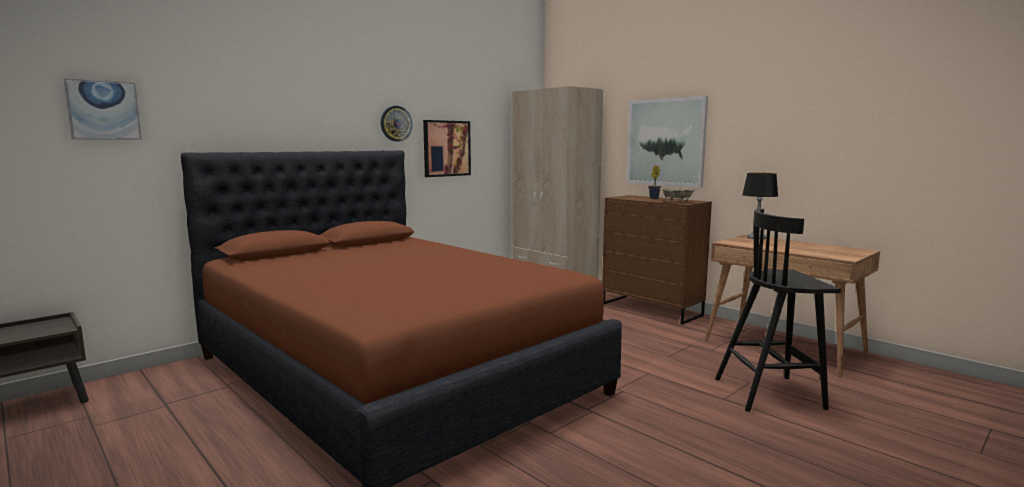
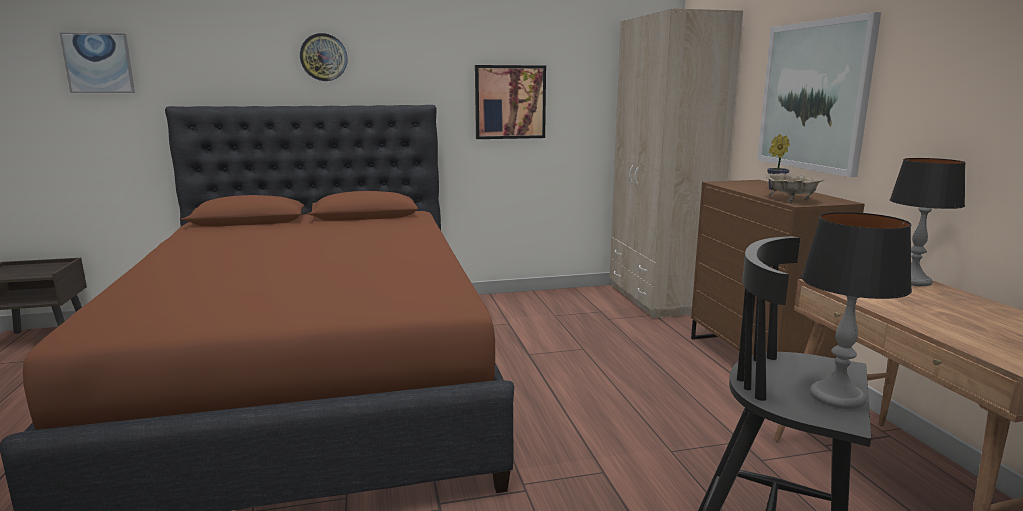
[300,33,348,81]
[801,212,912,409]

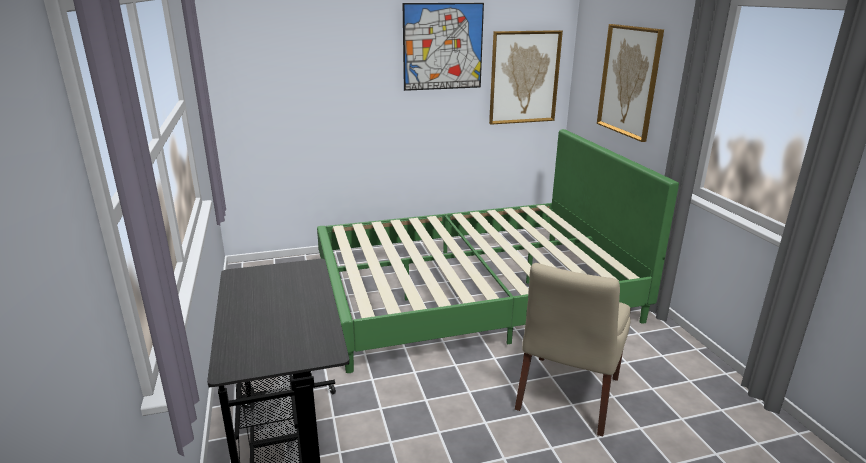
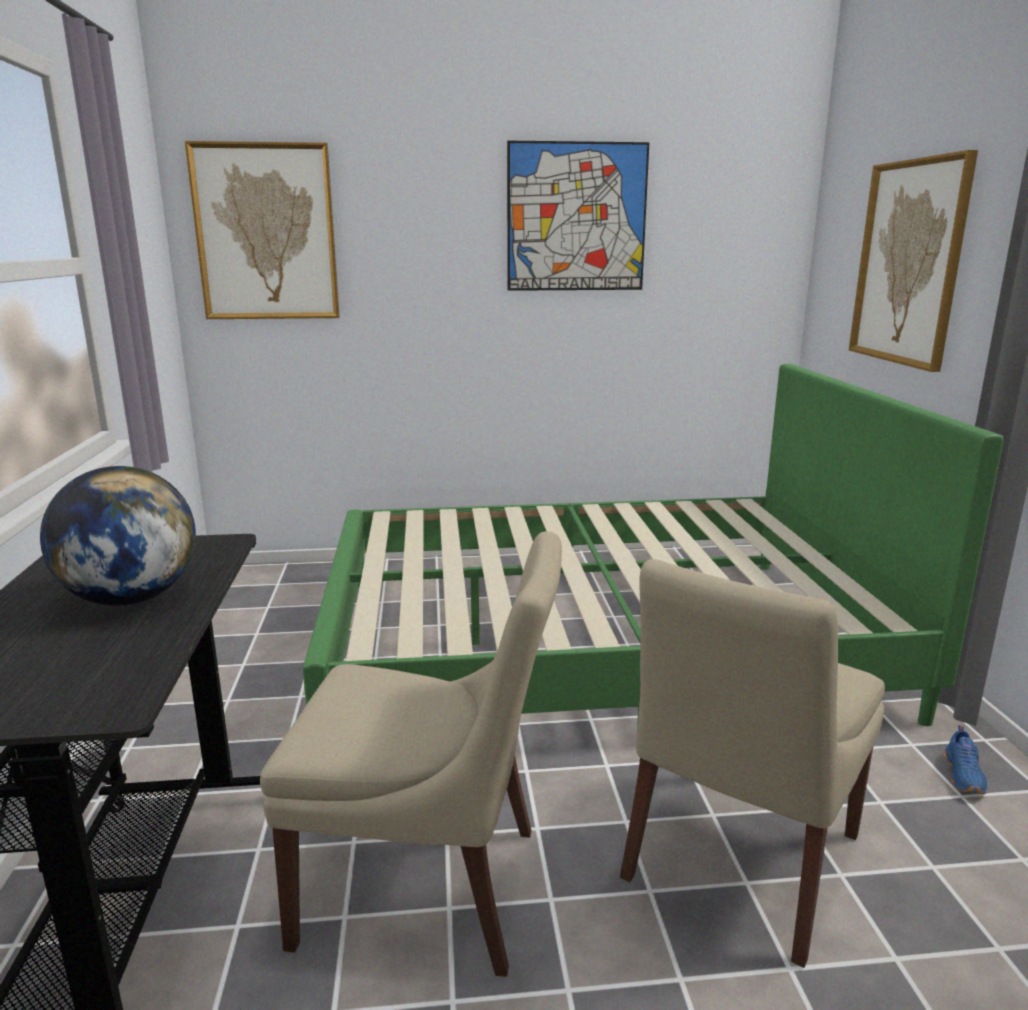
[185,141,340,319]
[40,466,196,606]
[260,531,562,977]
[943,725,987,794]

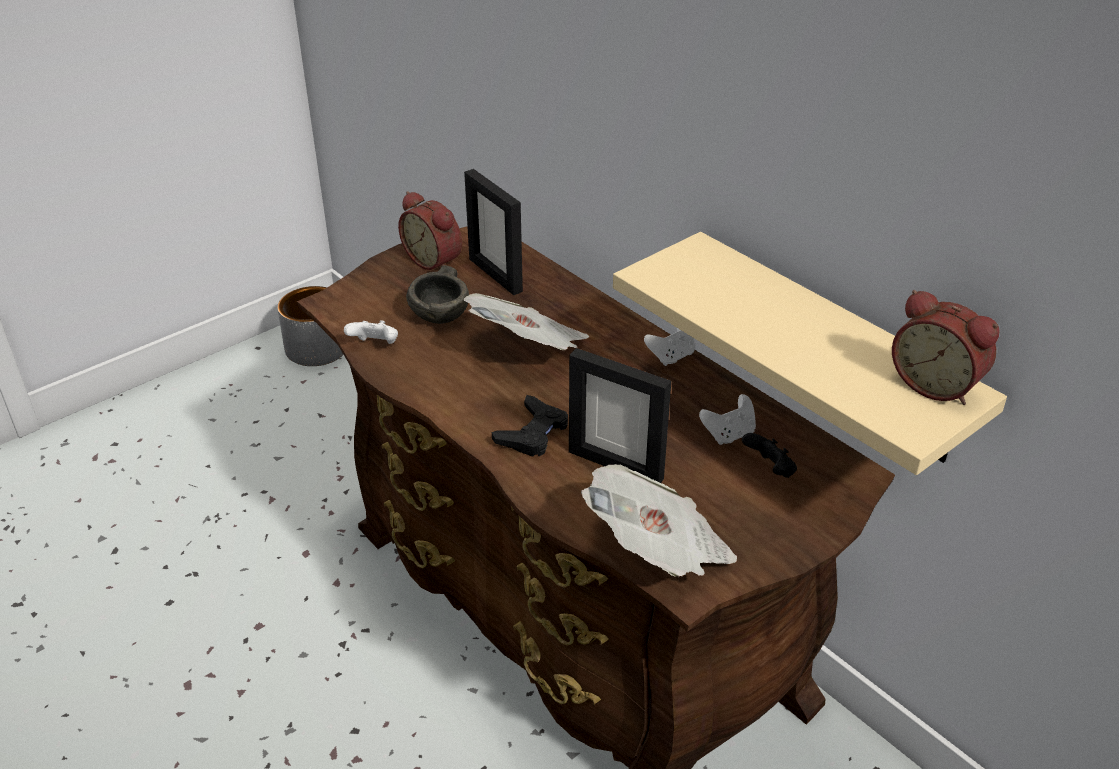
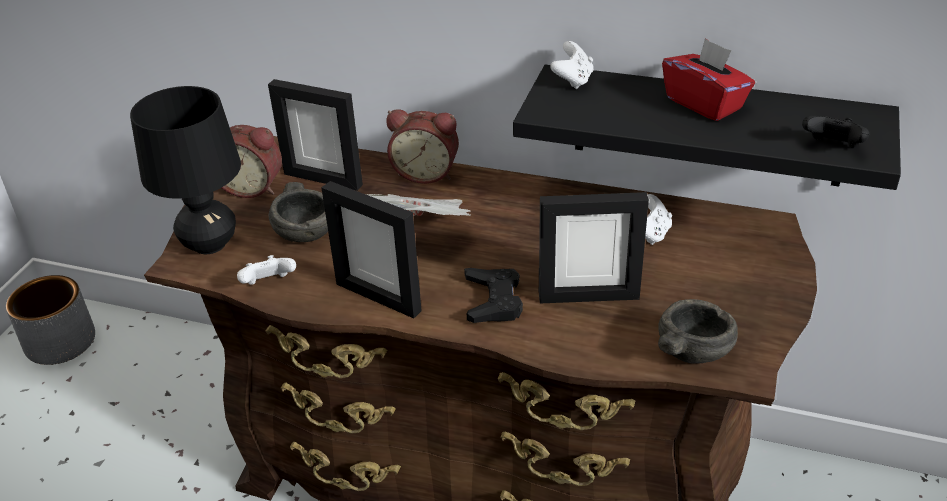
[513,65,901,190]
[387,109,459,184]
[550,41,593,89]
[802,116,869,148]
[658,299,738,364]
[662,38,755,121]
[130,86,241,254]
[321,181,422,318]

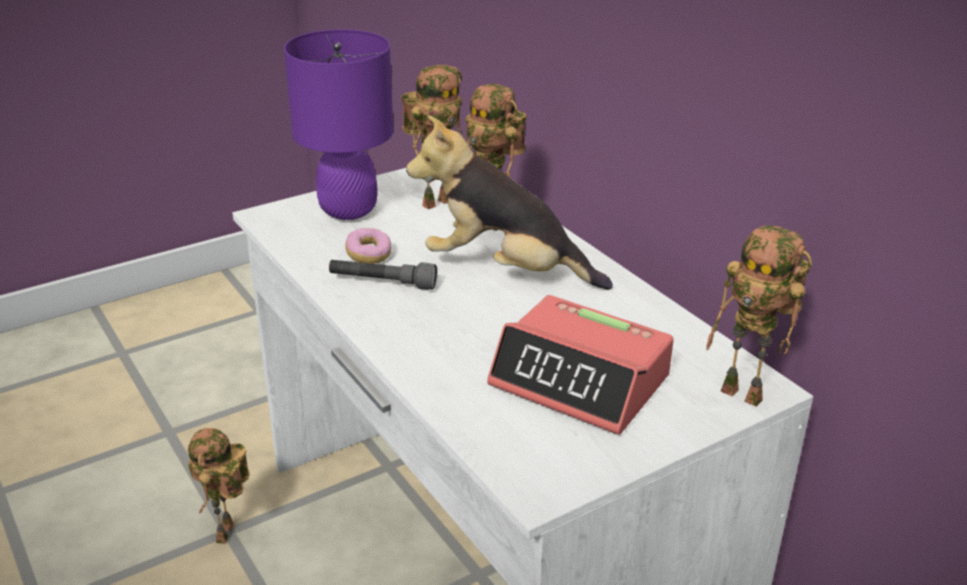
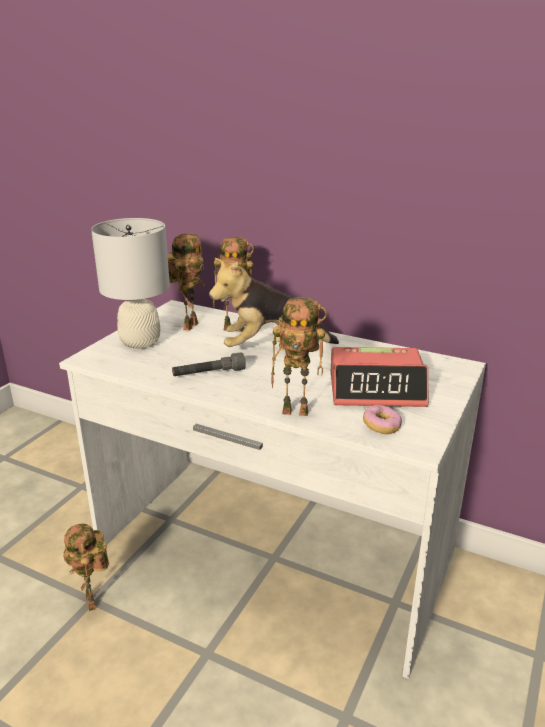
[91,218,170,349]
[271,297,327,416]
[363,405,402,434]

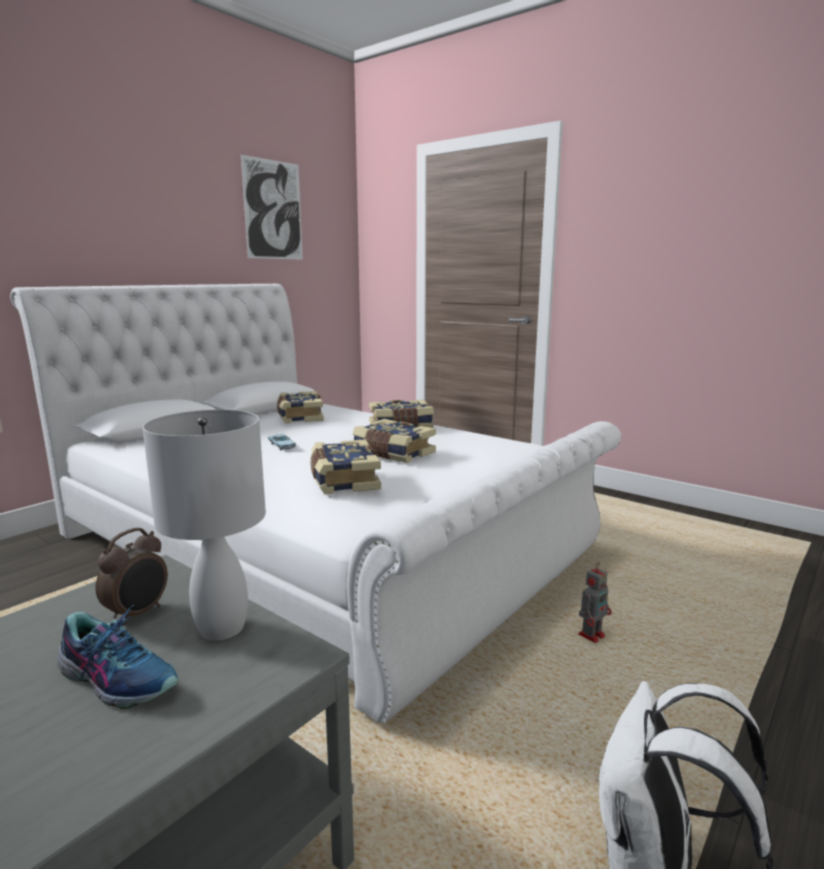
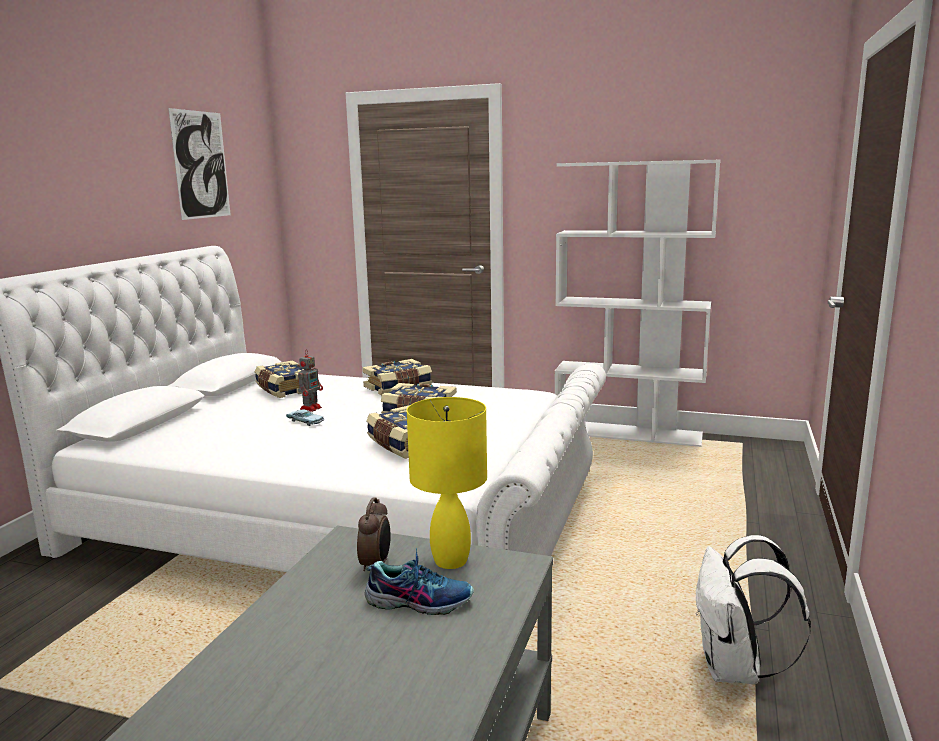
[407,397,487,569]
[298,350,323,412]
[555,160,721,447]

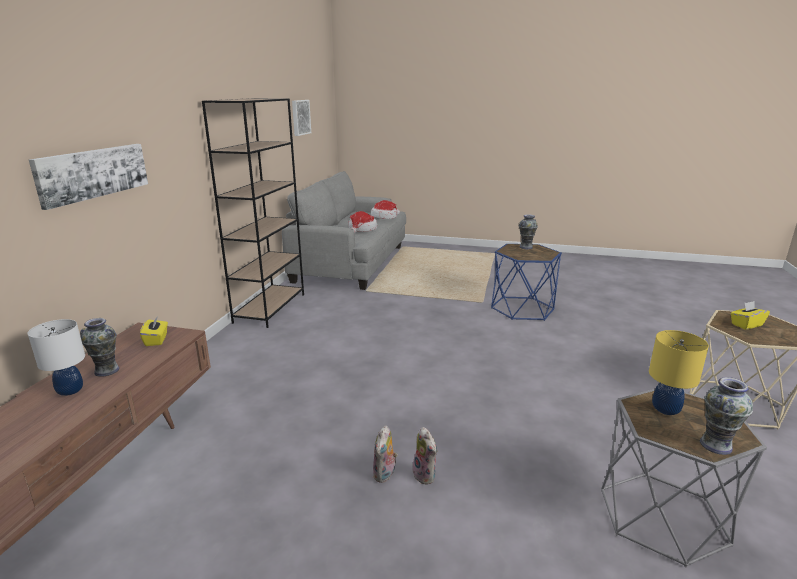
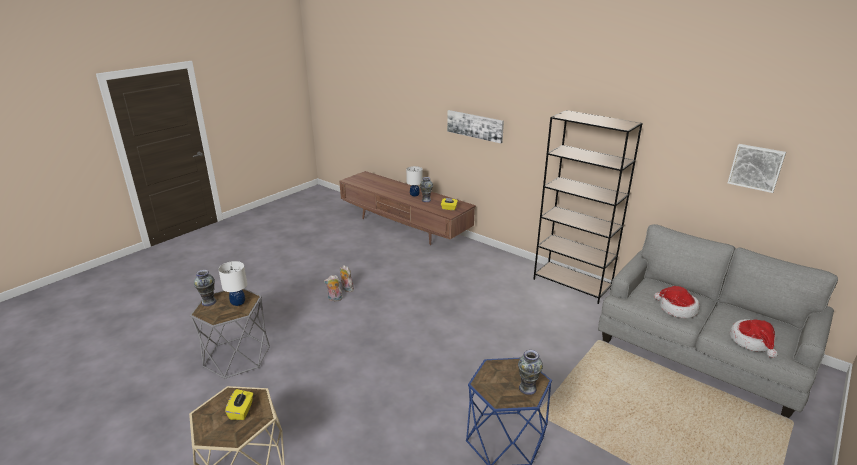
[218,261,247,306]

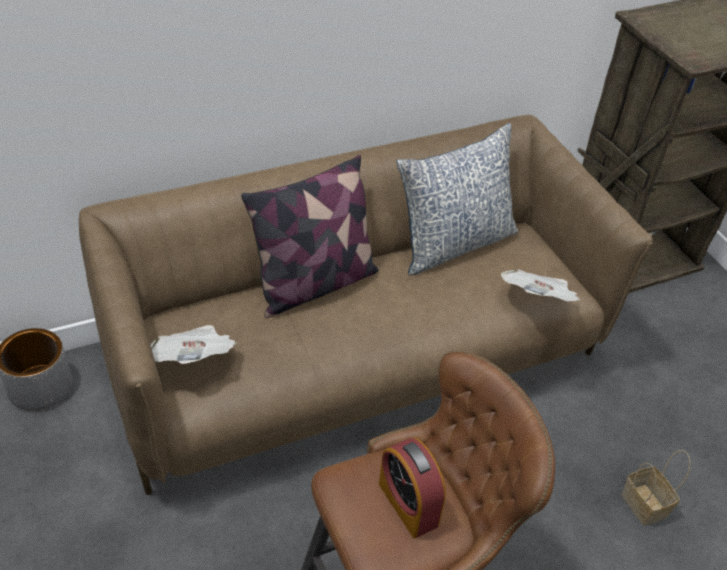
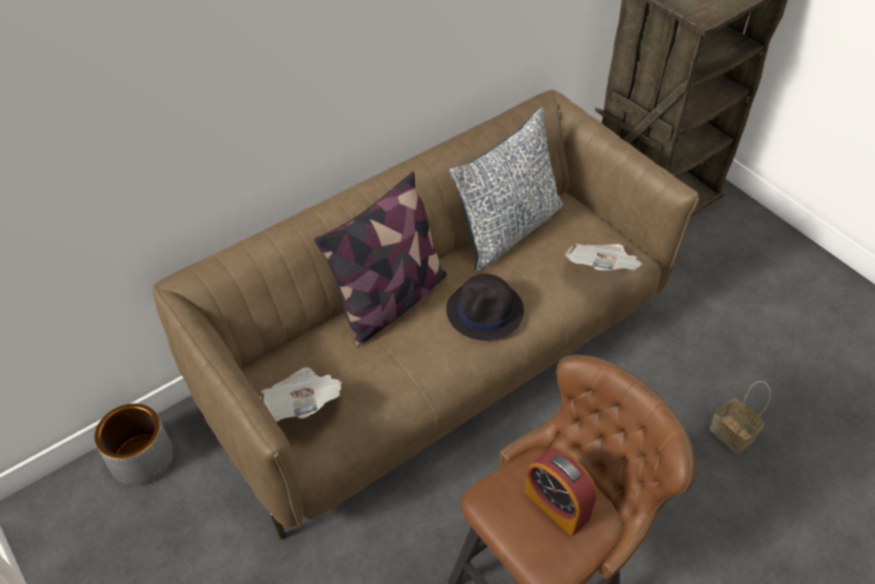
[446,274,524,341]

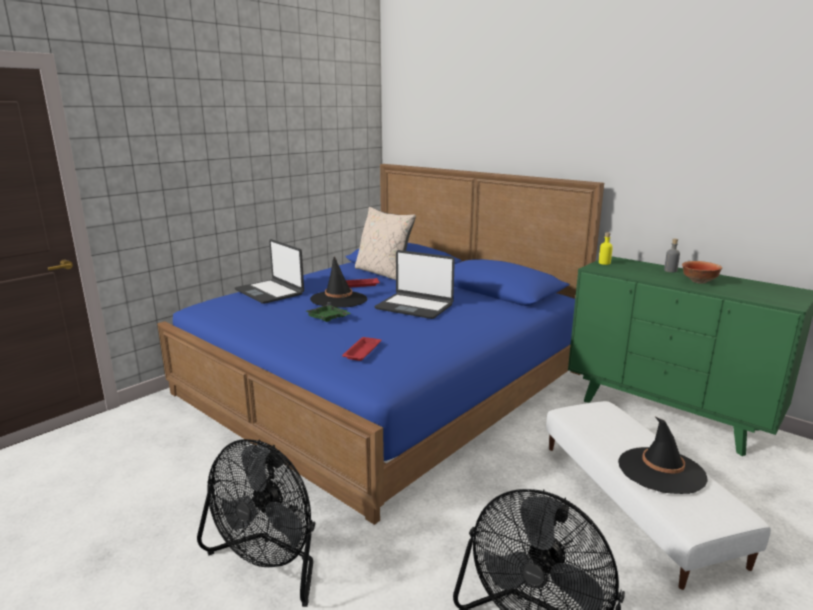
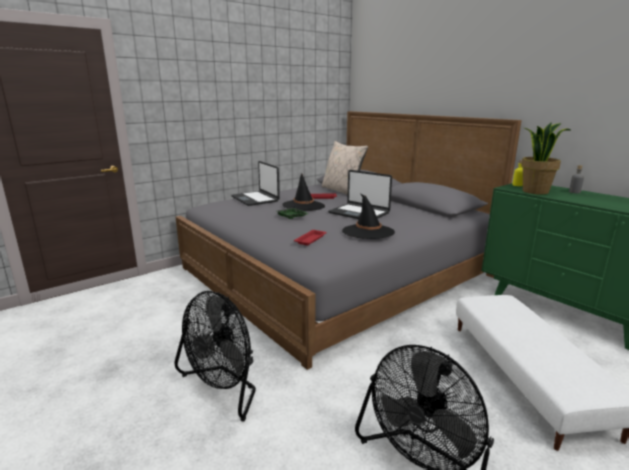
[175,111,522,370]
[682,261,722,284] (first image)
[342,194,395,239]
[521,122,571,195]

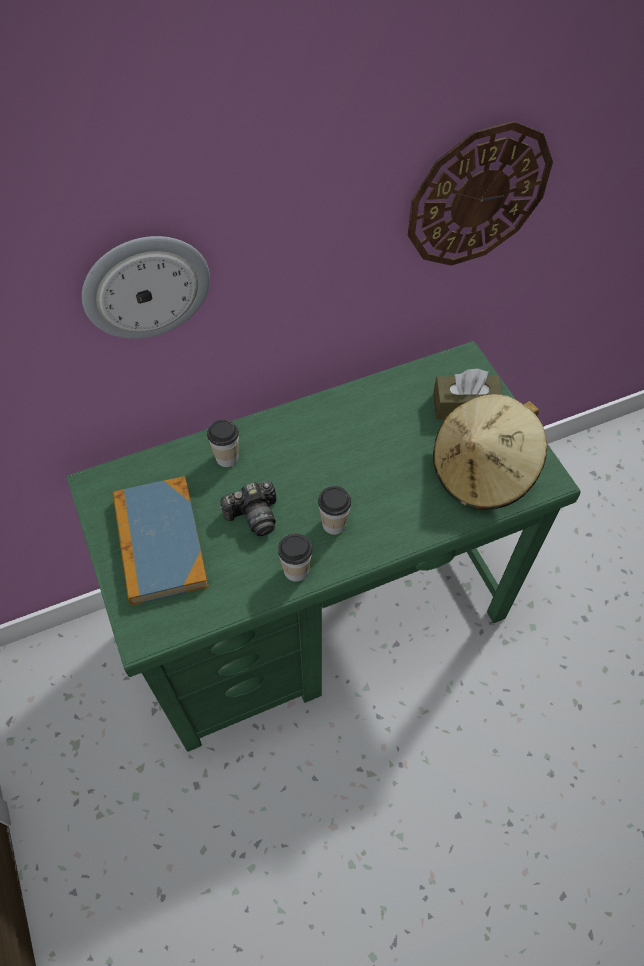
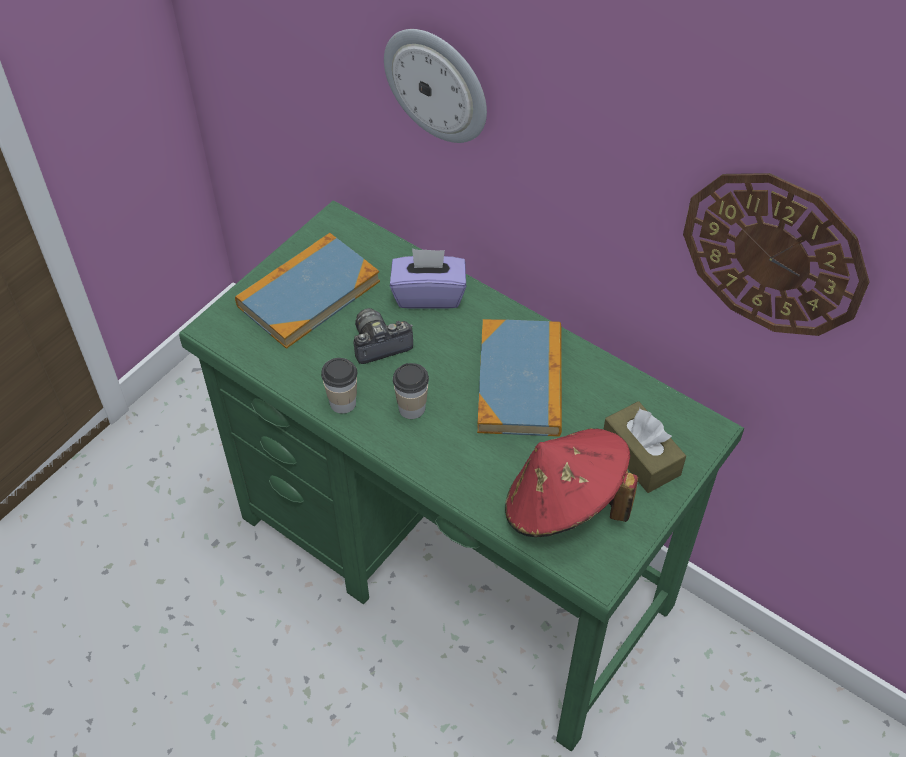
[505,428,638,537]
[390,249,466,309]
[353,308,413,364]
[477,319,562,437]

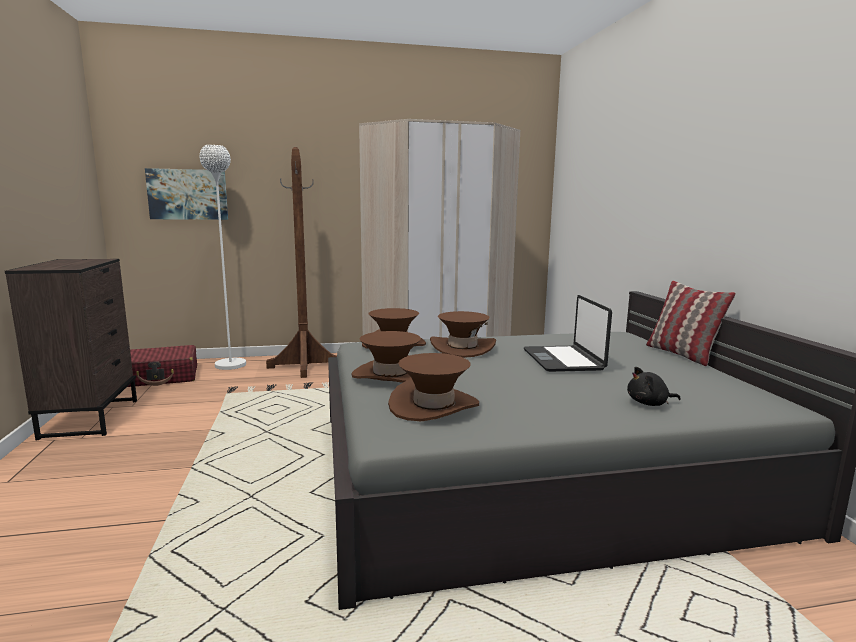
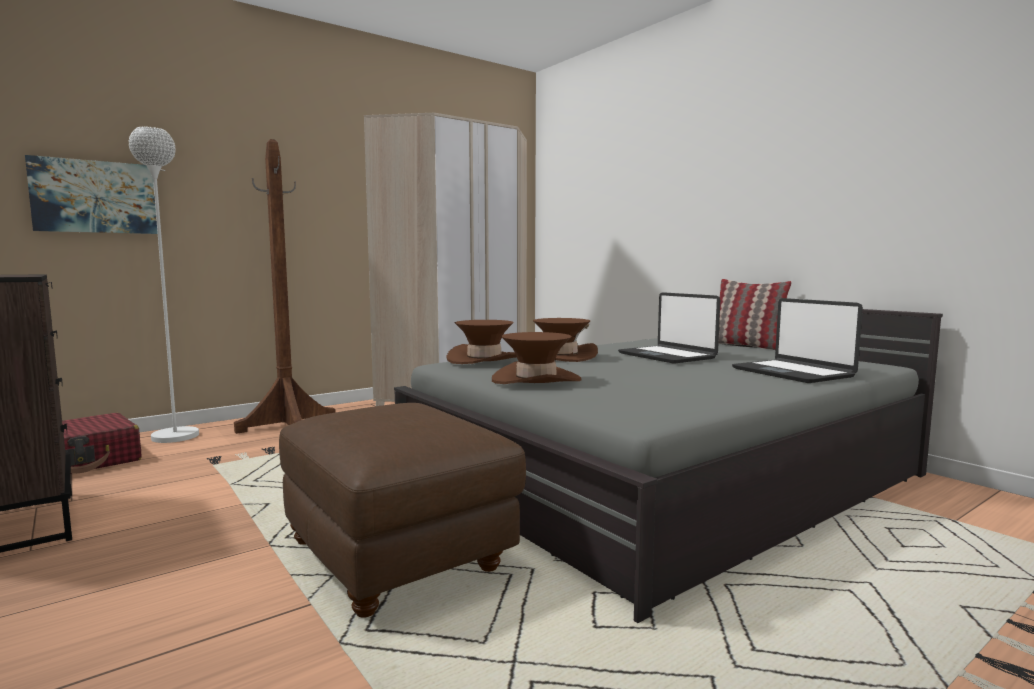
[388,353,479,421] (first image)
[732,298,863,383]
[279,403,526,618]

